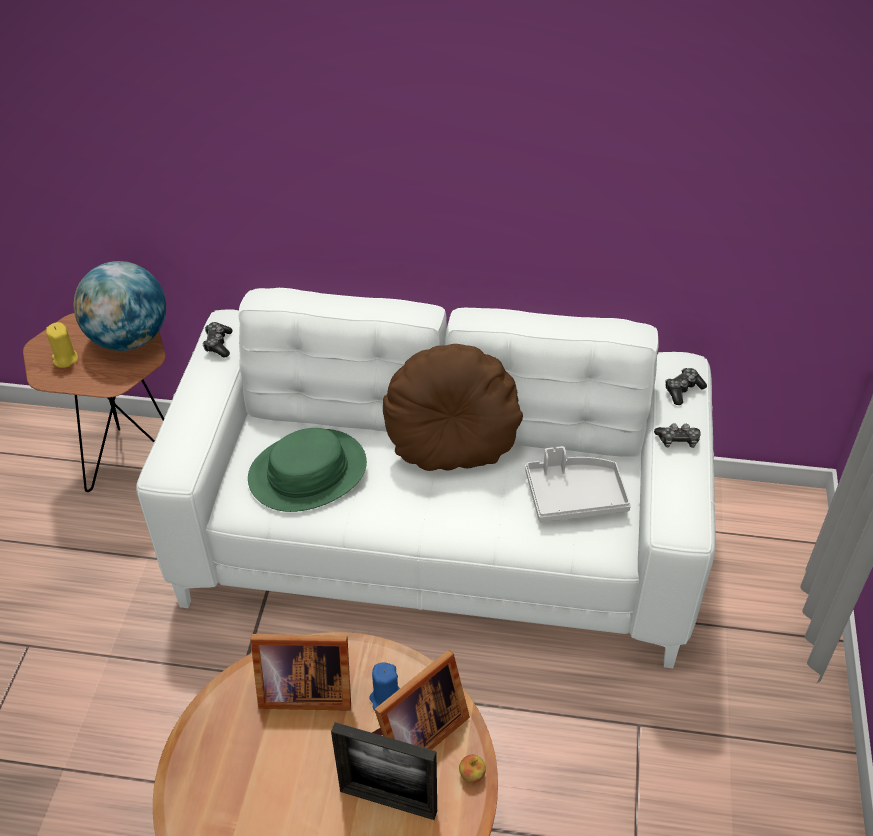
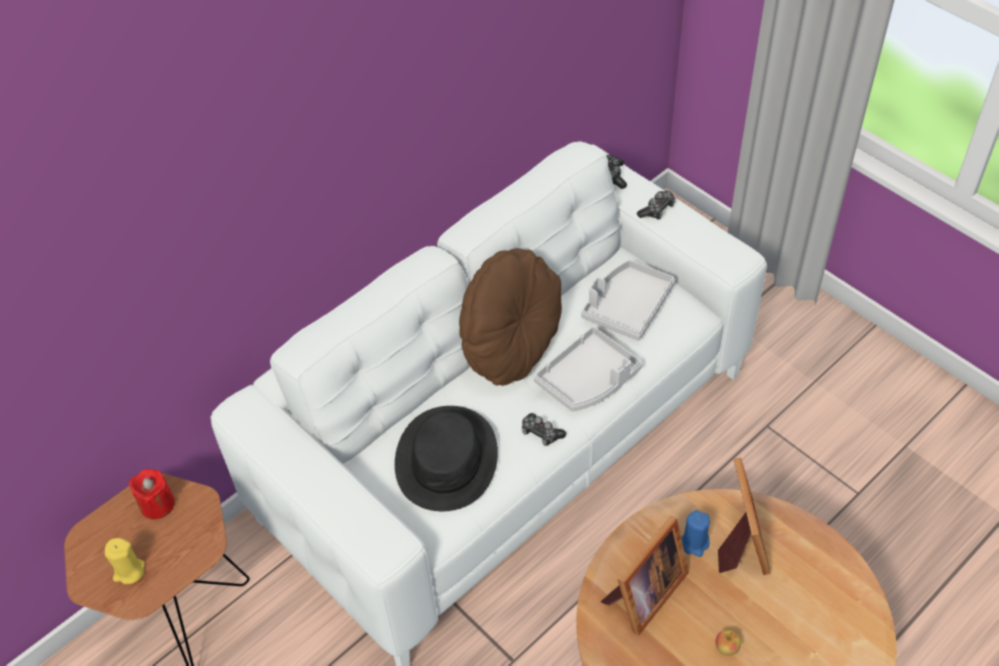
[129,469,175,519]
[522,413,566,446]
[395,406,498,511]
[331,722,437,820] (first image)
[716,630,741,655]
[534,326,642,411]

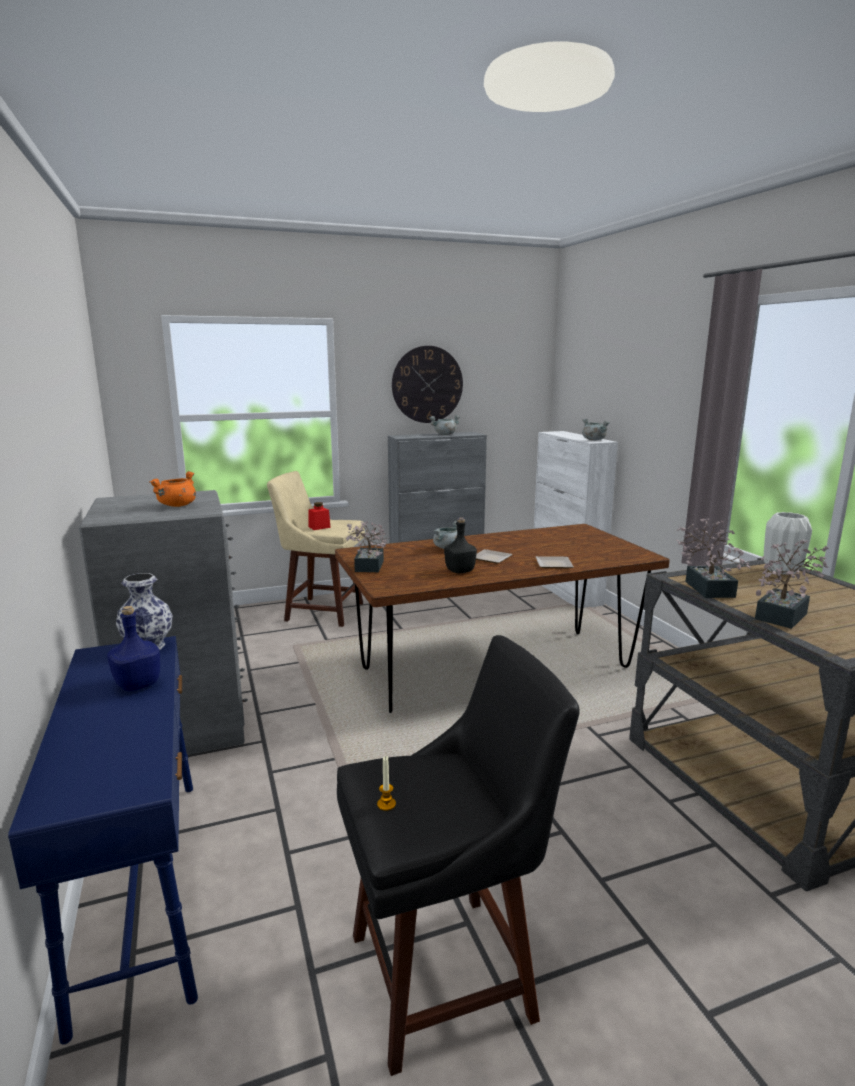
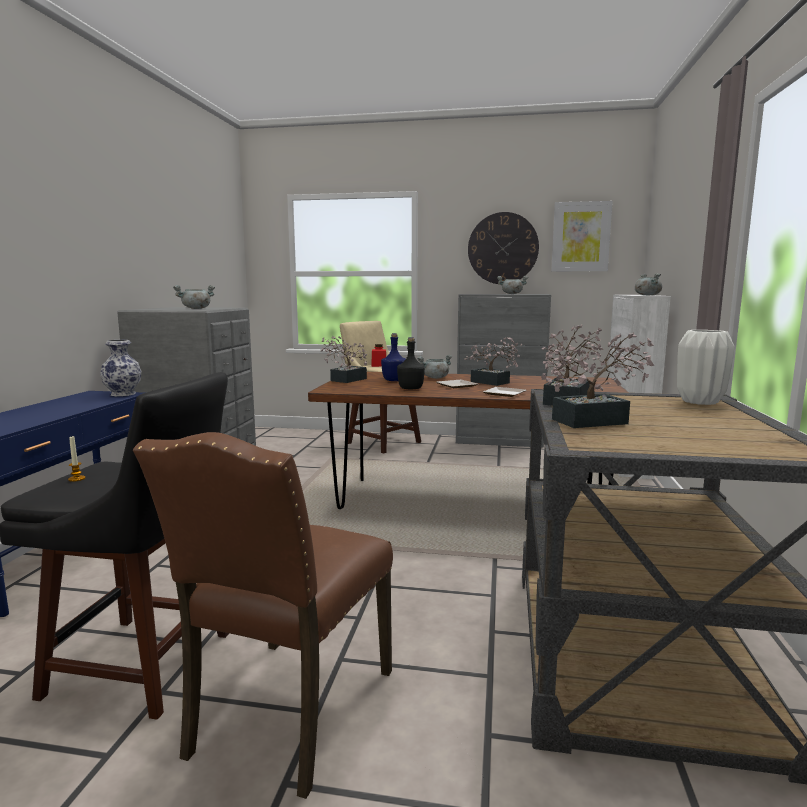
[173,285,215,309]
[381,333,406,381]
[551,201,613,272]
[464,337,522,386]
[133,432,393,799]

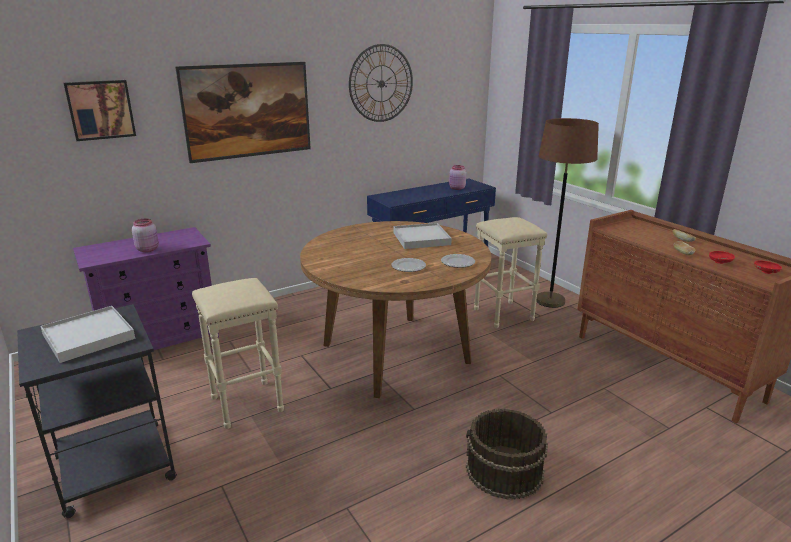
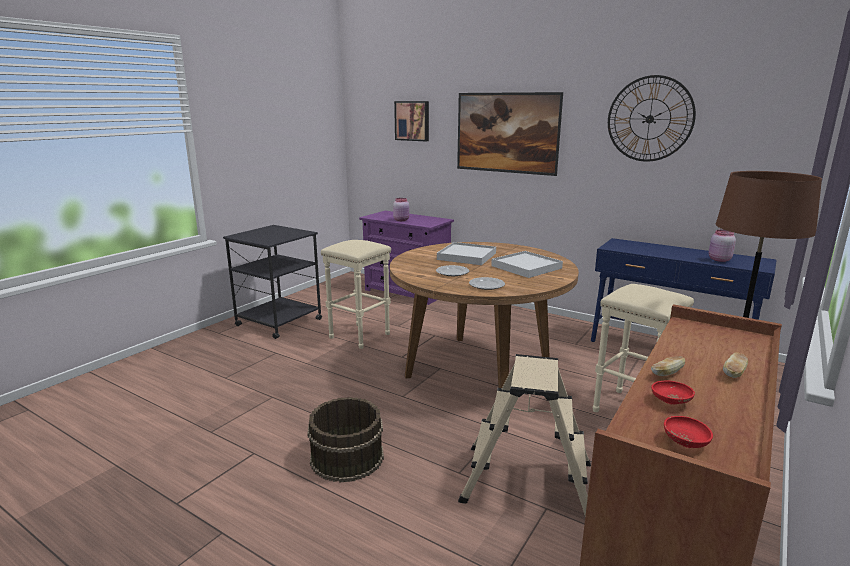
[437,242,496,265]
[458,354,591,516]

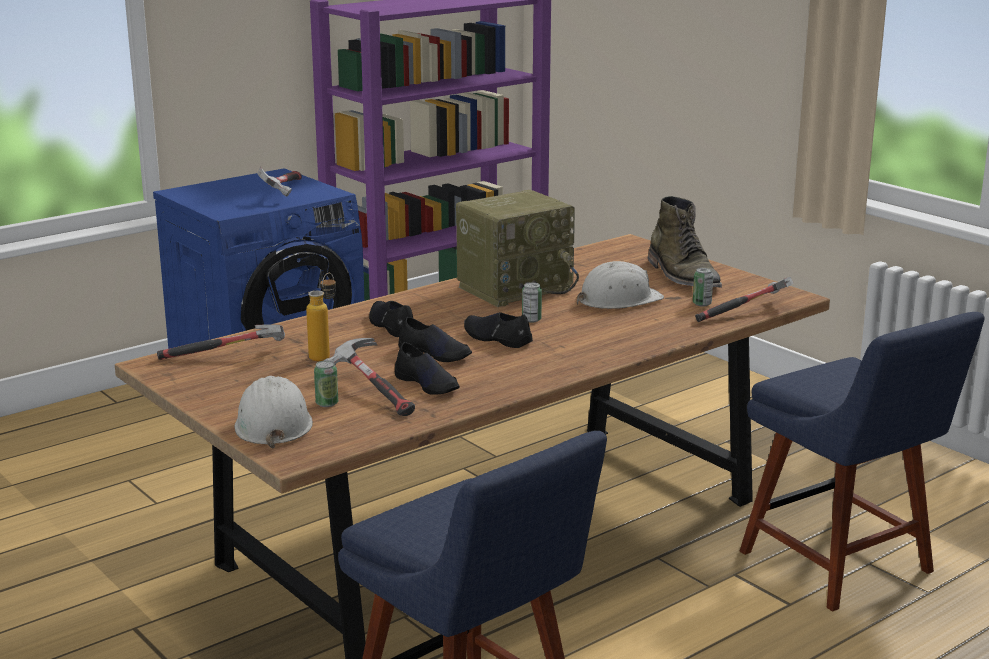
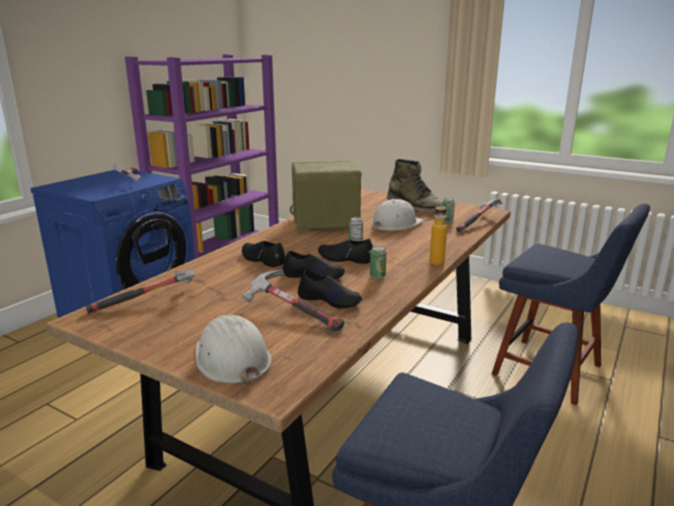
[290,160,361,234]
[430,201,447,265]
[370,246,386,279]

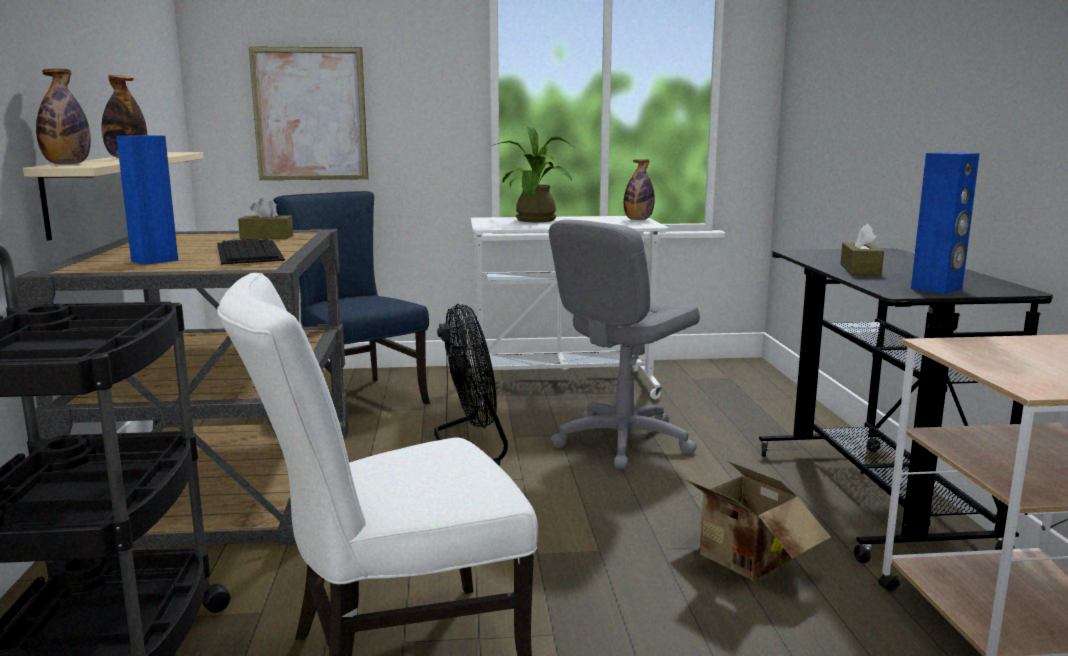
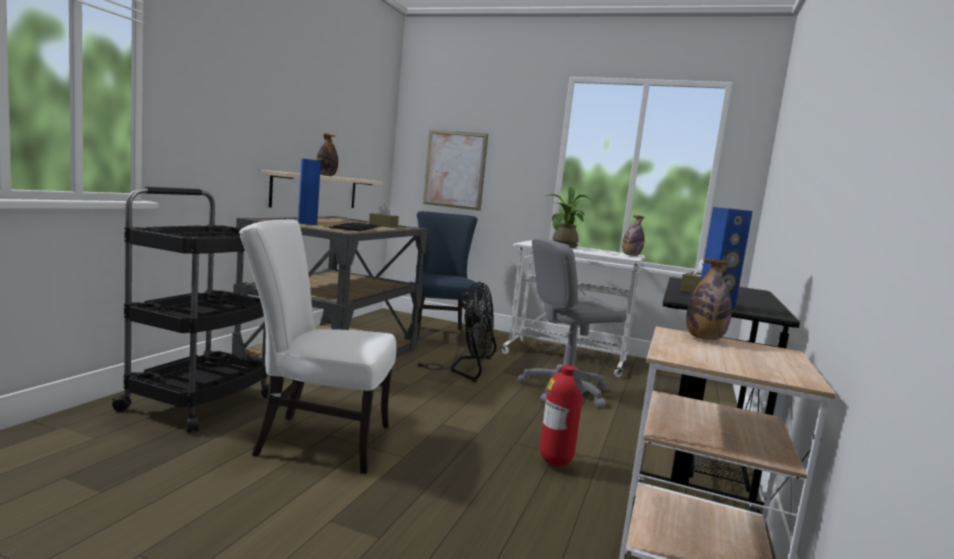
[686,259,732,340]
[540,365,591,467]

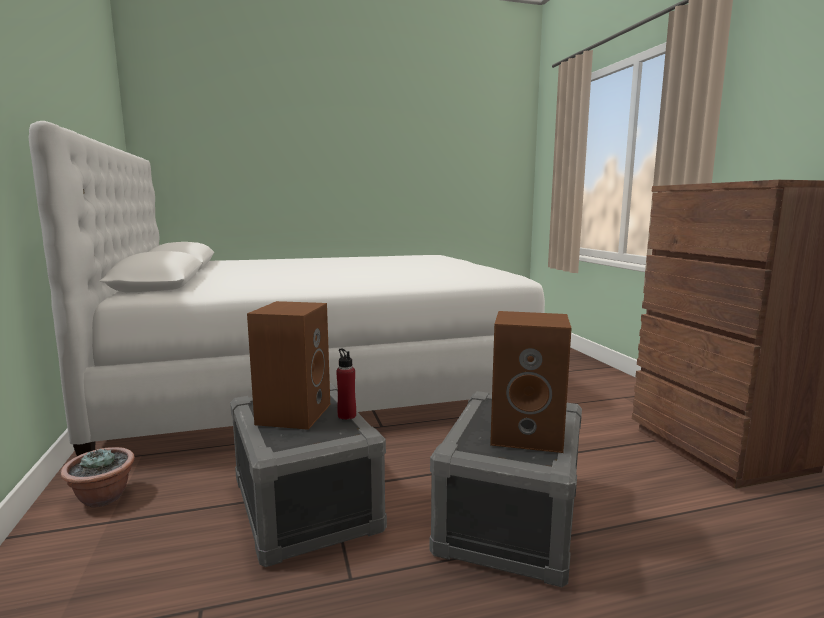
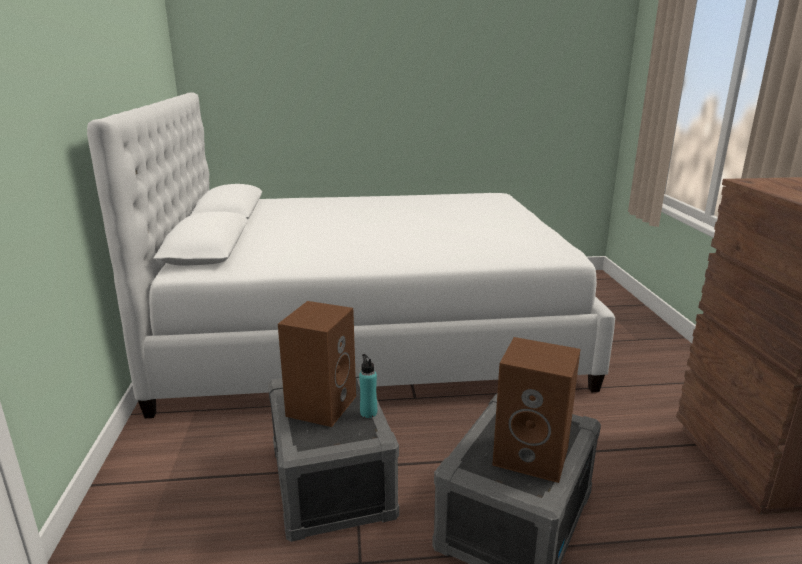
[359,354,377,418]
[60,447,135,507] (first image)

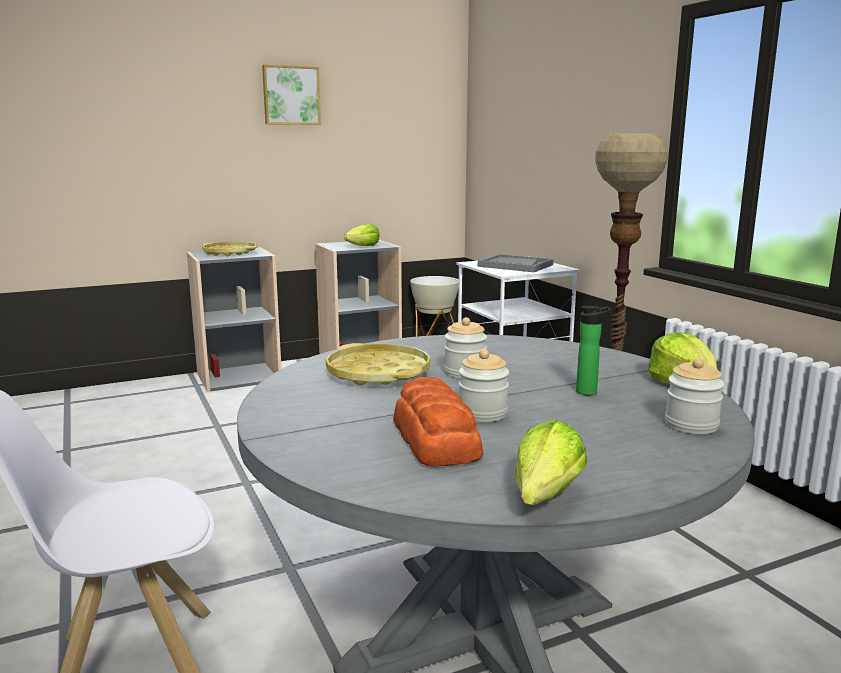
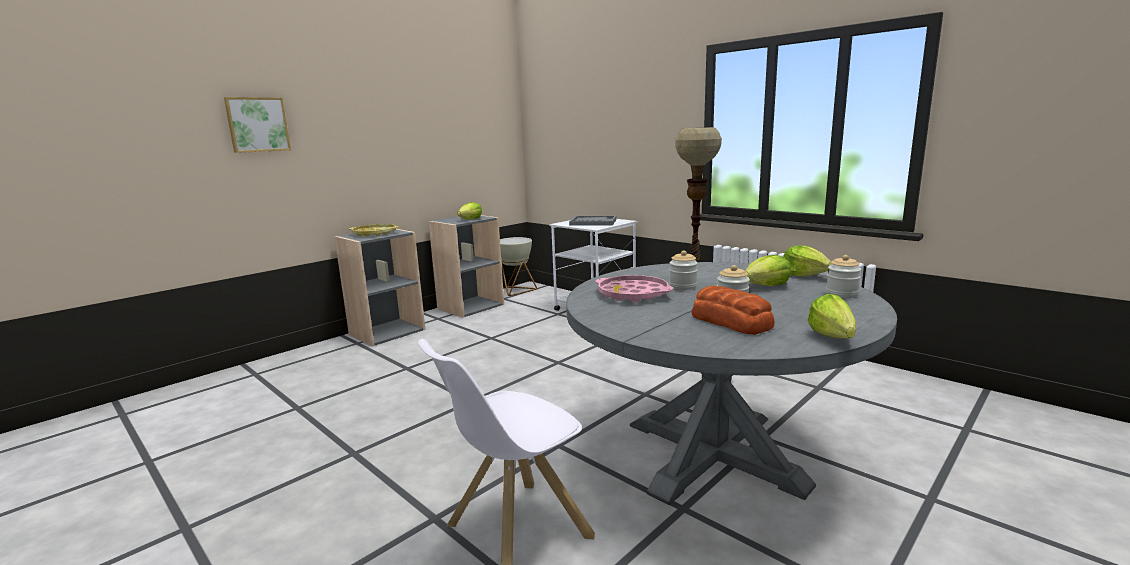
[224,97,291,153]
[745,255,791,286]
[596,275,673,303]

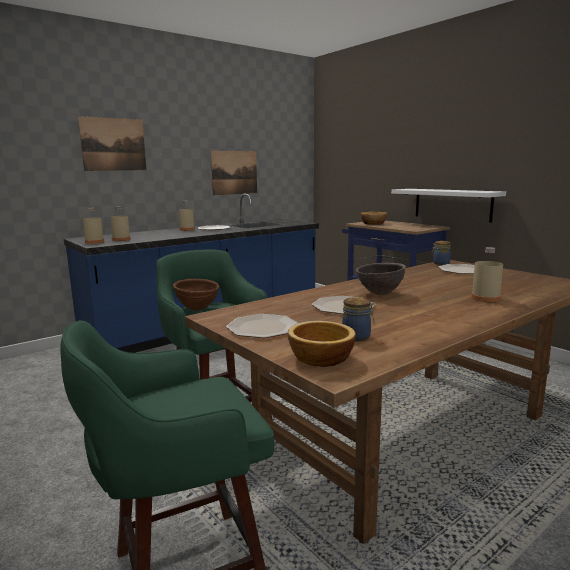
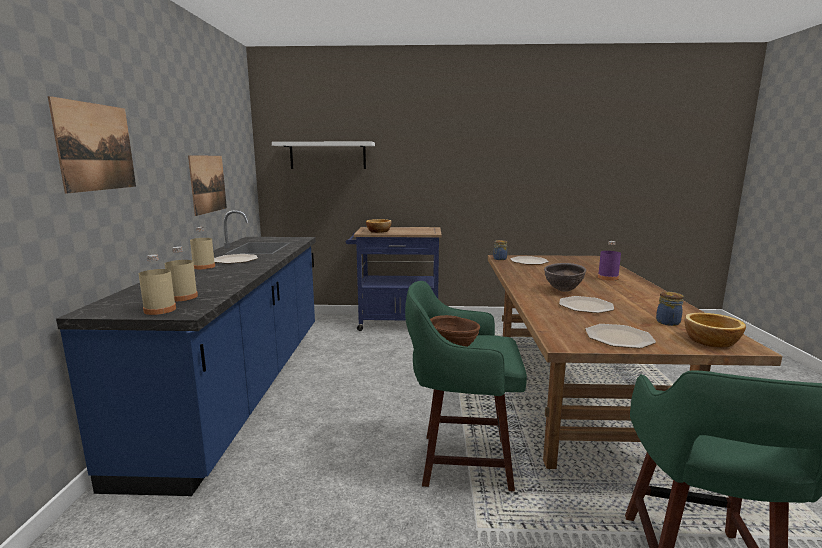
[272,142,375,169]
[598,241,621,281]

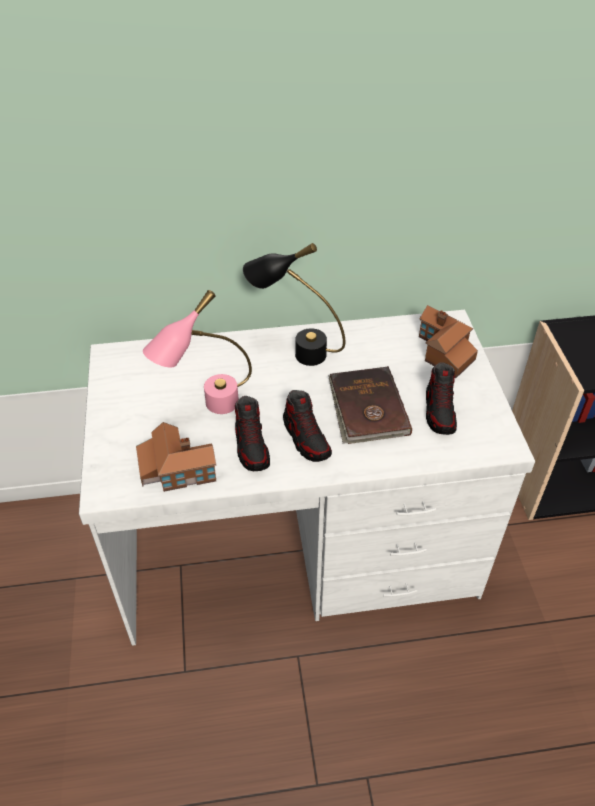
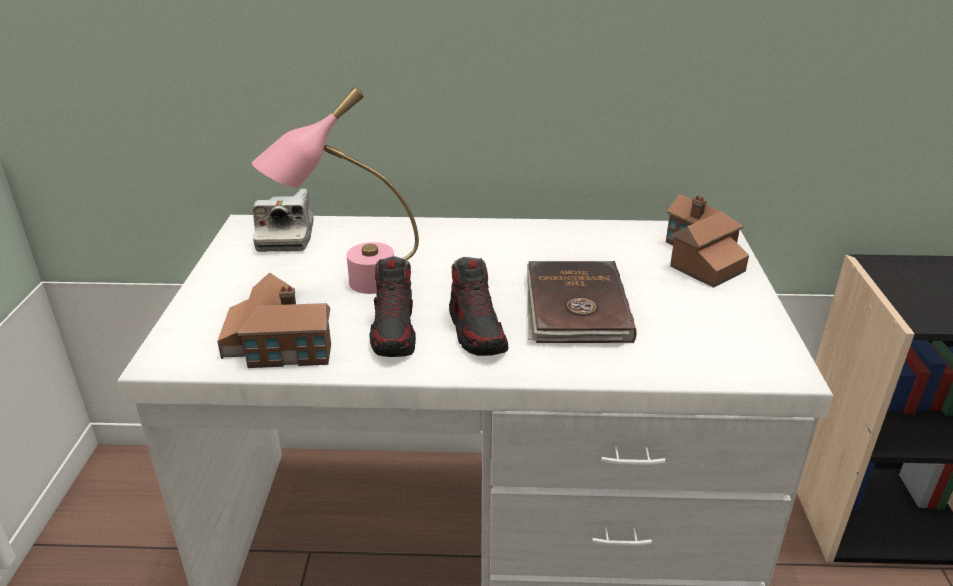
[243,243,345,366] (first image)
[426,362,457,435] (first image)
[253,189,313,252]

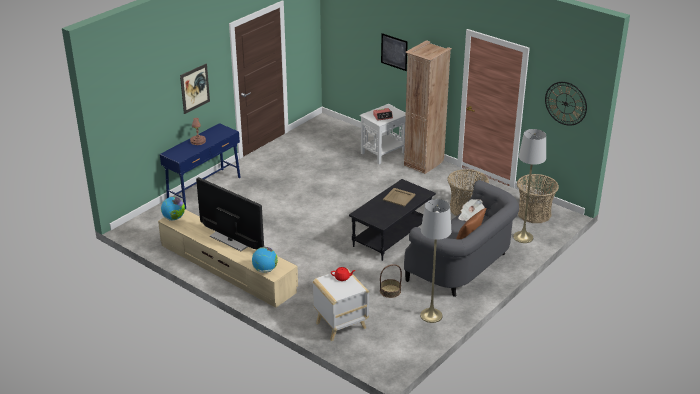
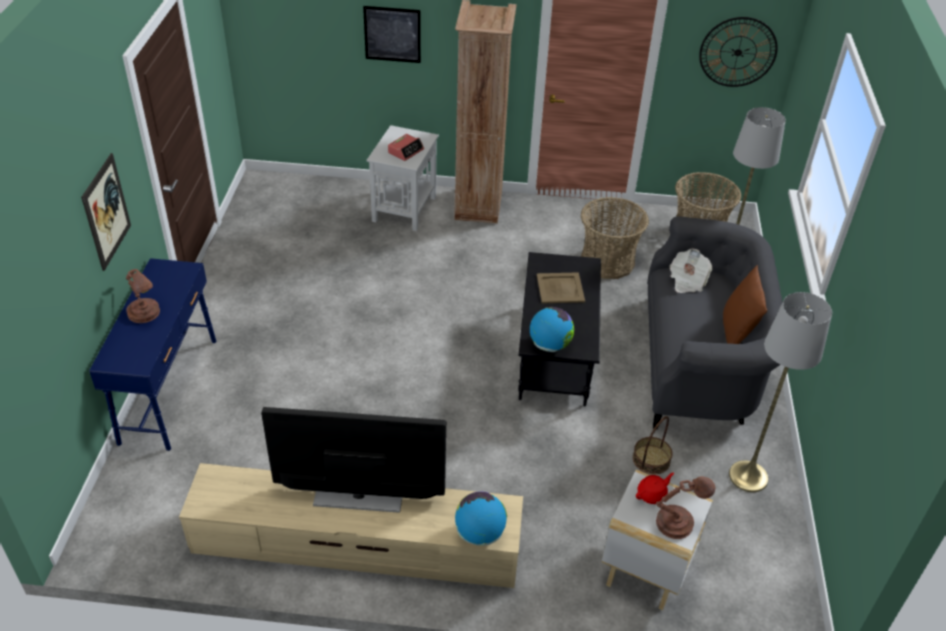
[530,307,574,352]
[656,476,715,539]

